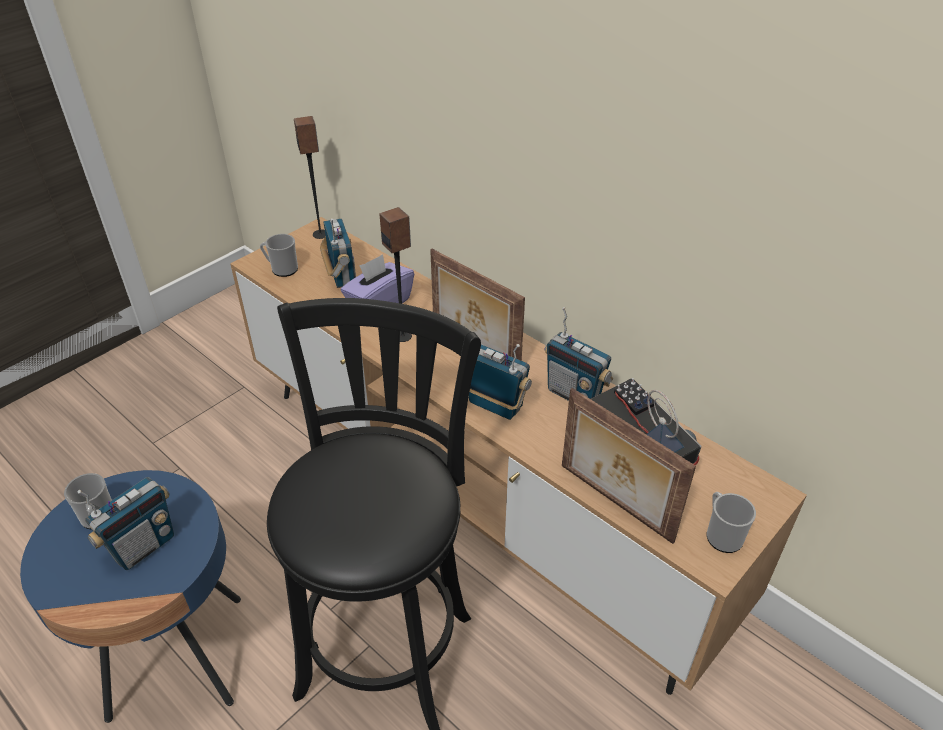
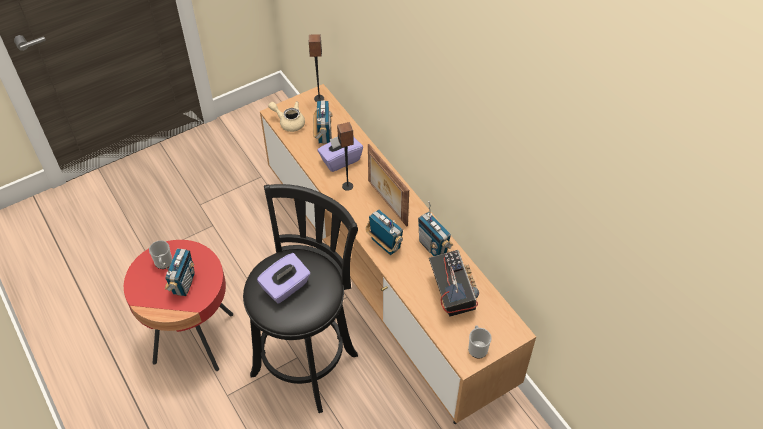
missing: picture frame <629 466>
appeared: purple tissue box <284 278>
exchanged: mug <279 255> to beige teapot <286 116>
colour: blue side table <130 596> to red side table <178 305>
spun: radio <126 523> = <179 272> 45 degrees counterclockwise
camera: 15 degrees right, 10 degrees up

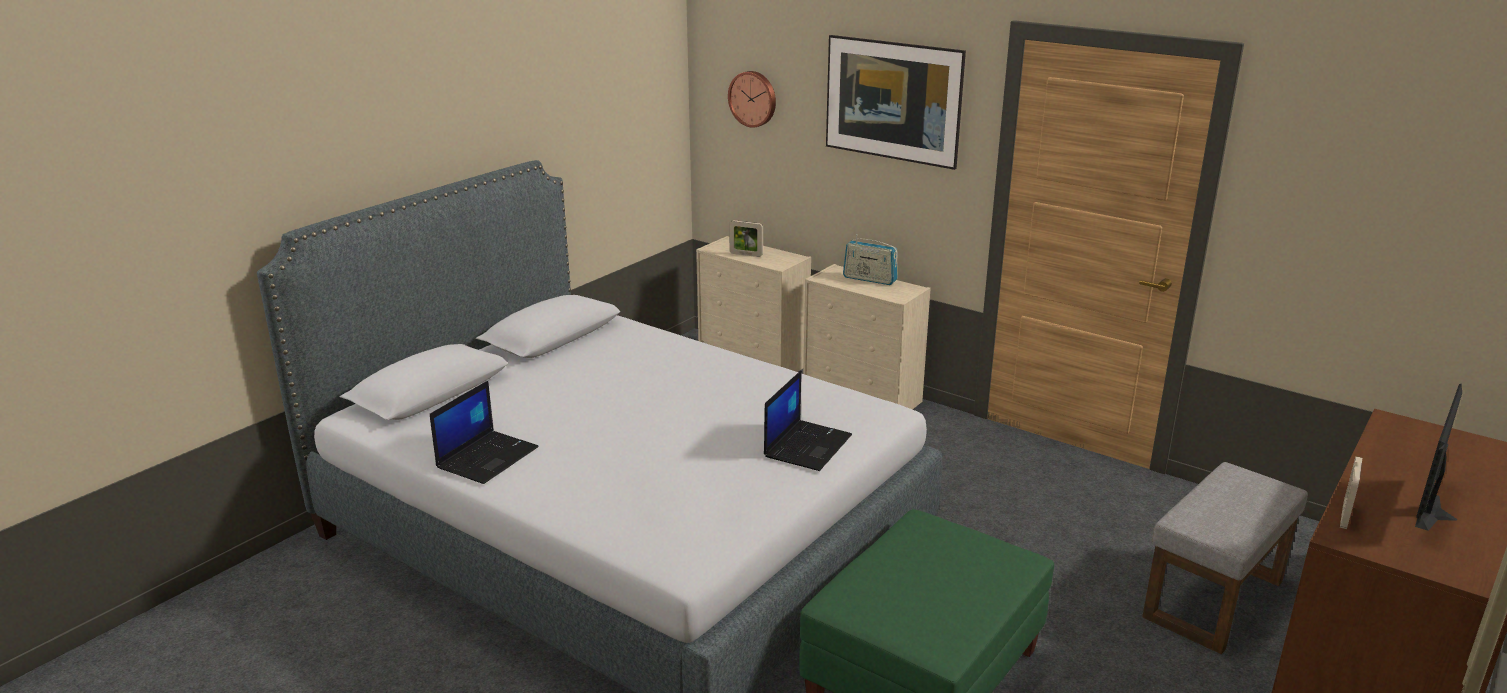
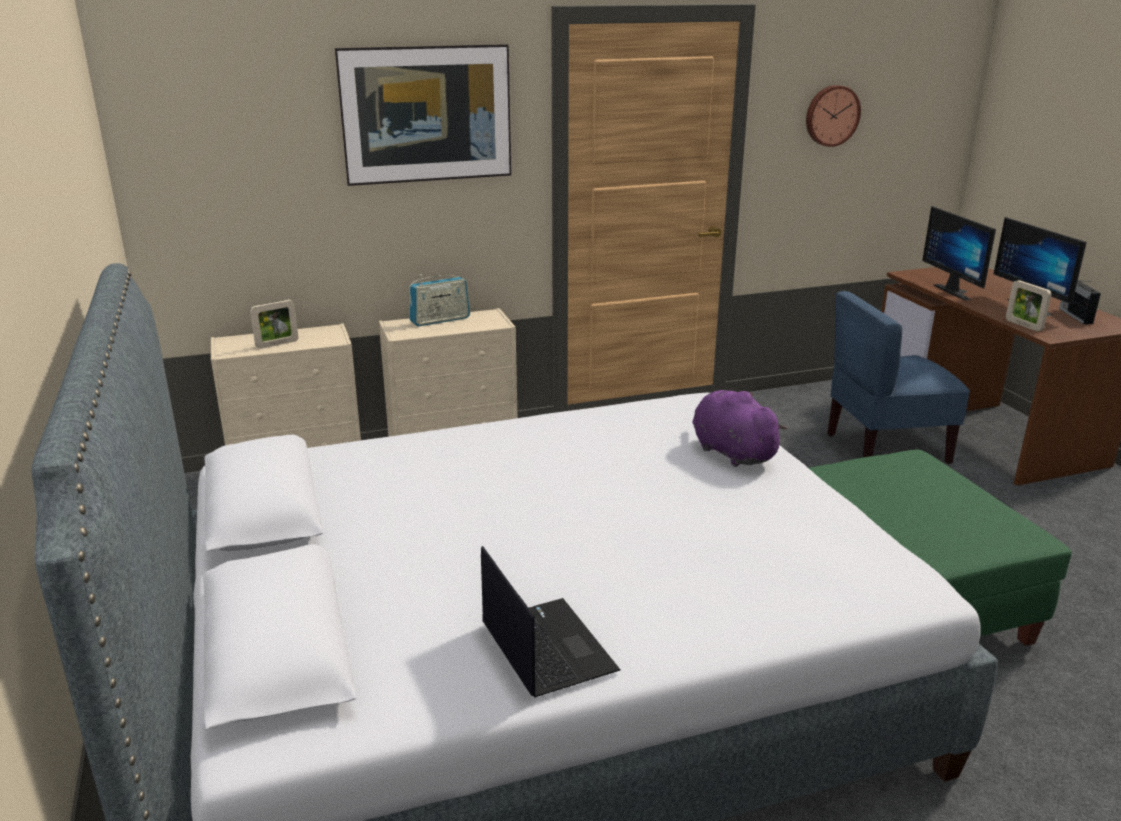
appeared: monitor <959 253>; radio <1080 302>
relocated: wall clock <752 99> to <833 116>
exchanged: laptop <808 420> to purple plush toy <740 428>; grey ottoman <1225 558> to blue chair <898 377>
camera: 55 degrees left, 0 degrees up

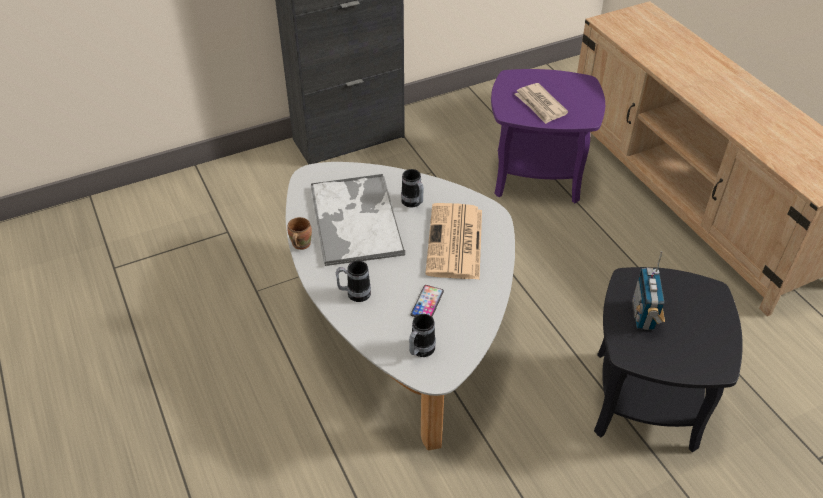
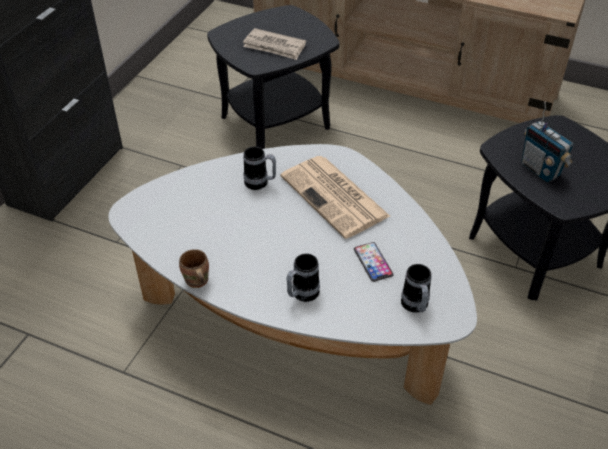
missing: tray <358 220>
colour: purple side table <548 136> to black side table <273 77>
camera: 40 degrees left, 0 degrees up

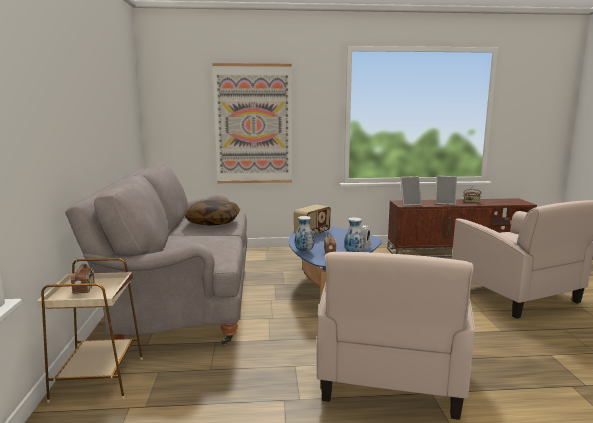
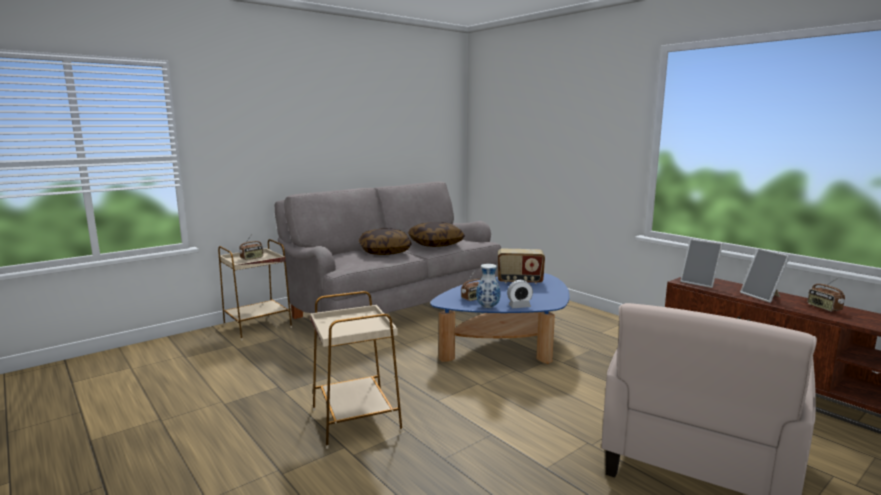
missing: picture <252 123>; vase <305 234>
appeared: pillow <385 242>
exchanged: beige armchair <396 336> to beige side table <356 370>
camera: 55 degrees right, 0 degrees up

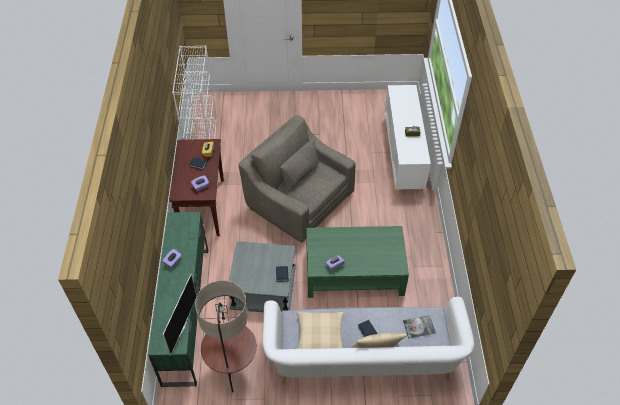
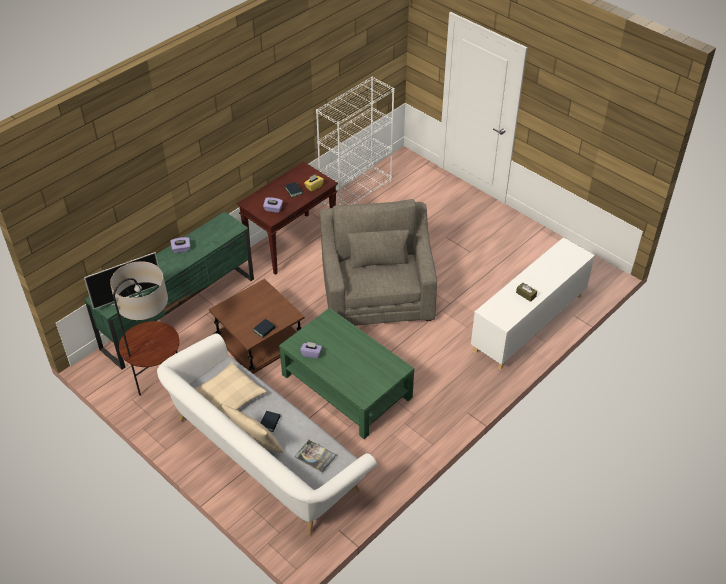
colour: grey side table <262 276> to brown side table <257 326>
camera: 45 degrees right, 5 degrees down

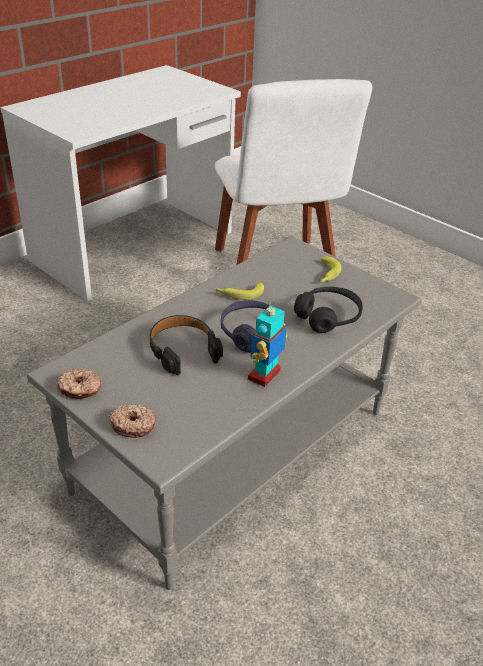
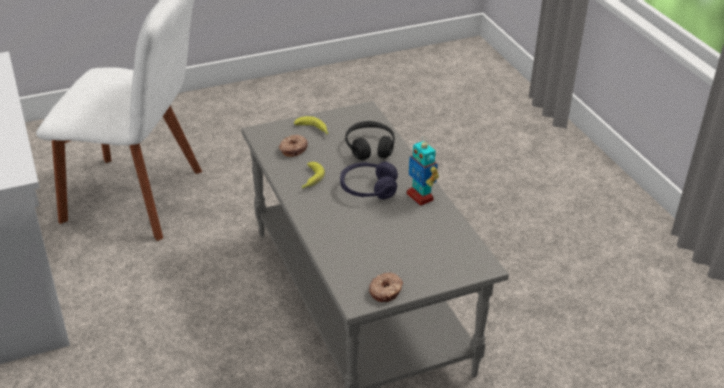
missing: black headphones <186 345>
relocated: donut <132 421> to <293 145>
camera: 65 degrees left, 0 degrees up

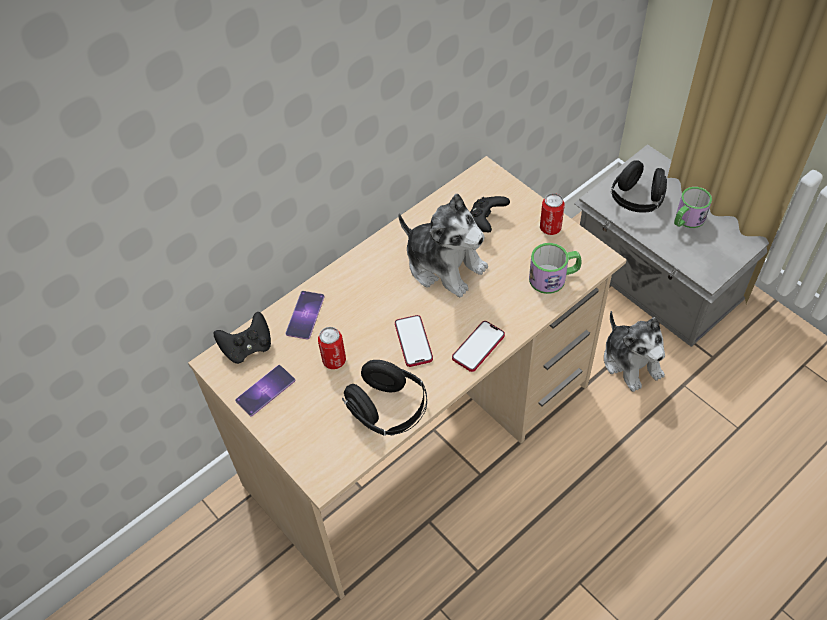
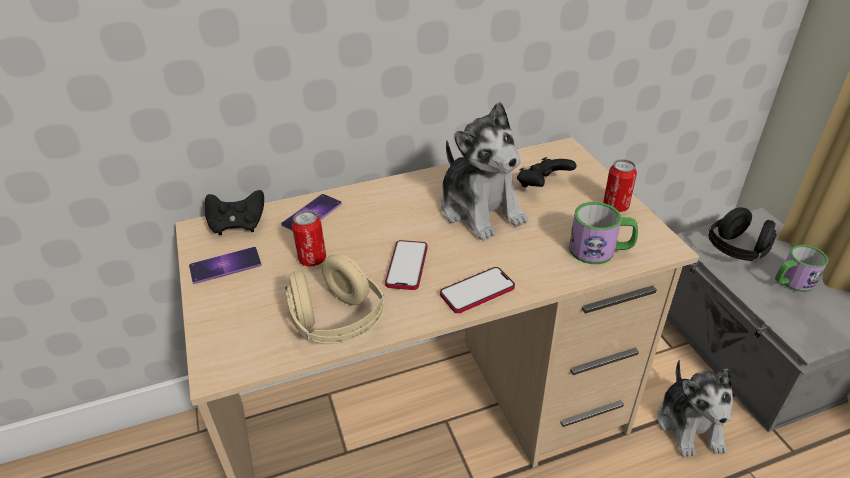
colour: black headphones <384 398> to beige headphones <335 299>
camera: 20 degrees right, 15 degrees down

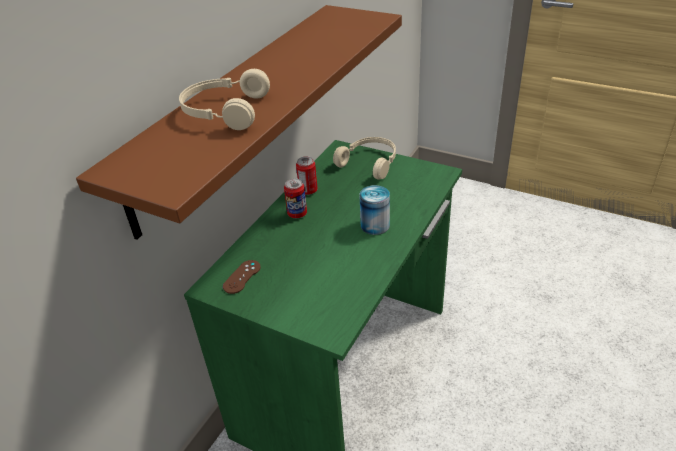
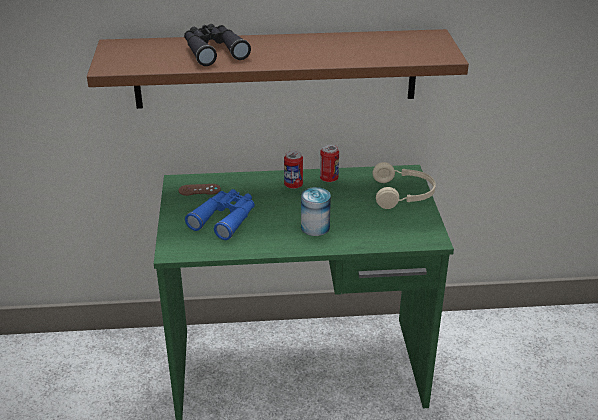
appeared: blue binoculars <220 214>
exchanged: beige headphones <224 99> to black binoculars <217 45>
camera: 55 degrees right, 5 degrees down

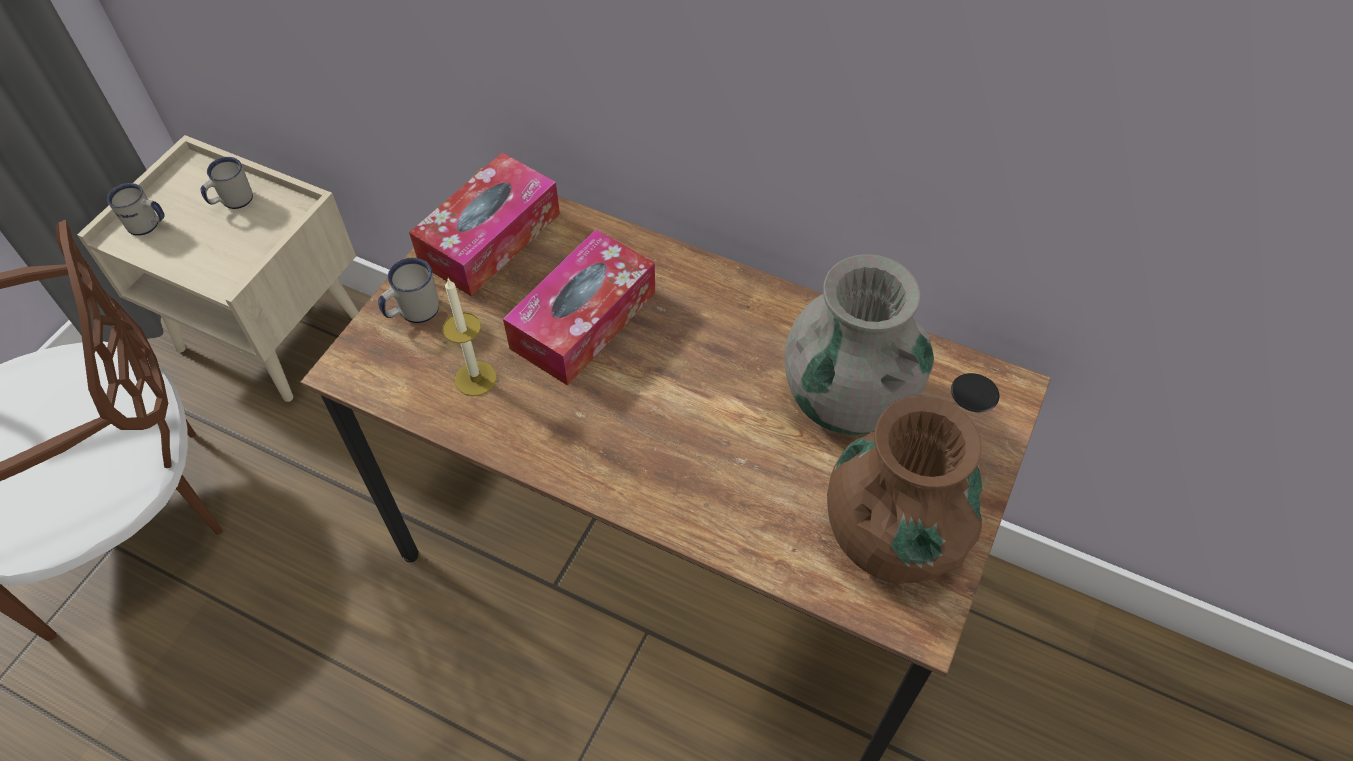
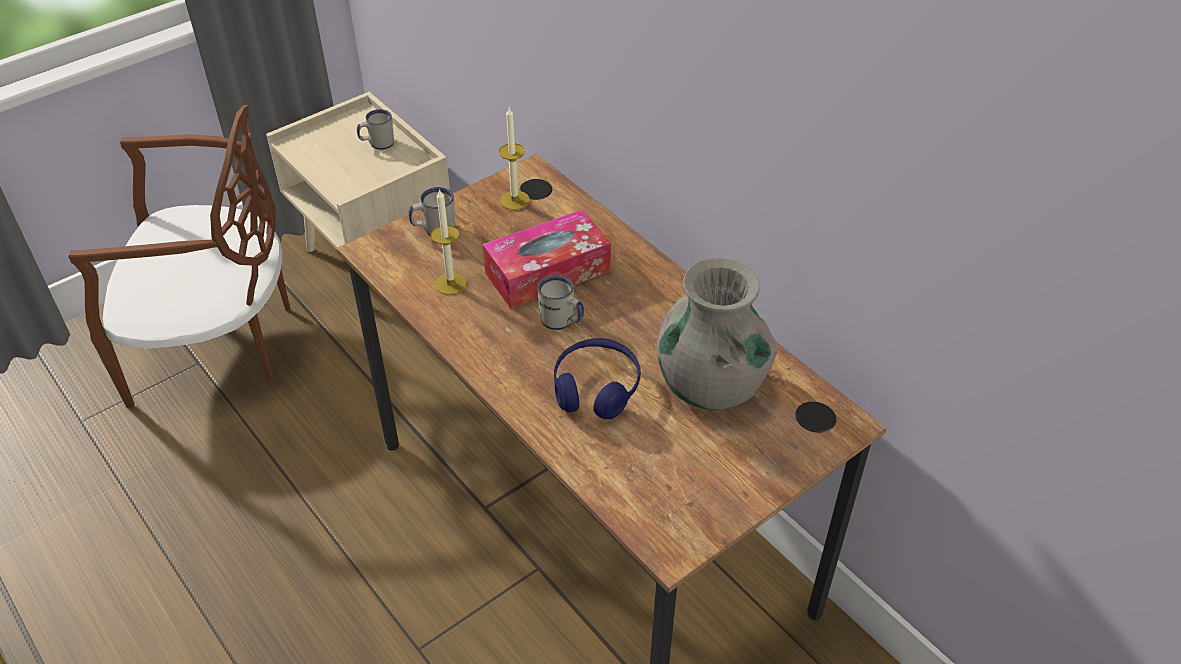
missing: brown vase <904 490>
appeared: blue headphones <597 378>
relocated: white mug <136 209> to <560 302>
exchanged: tissue box <484 224> to candle <514 159>
camera: 25 degrees right, 10 degrees down

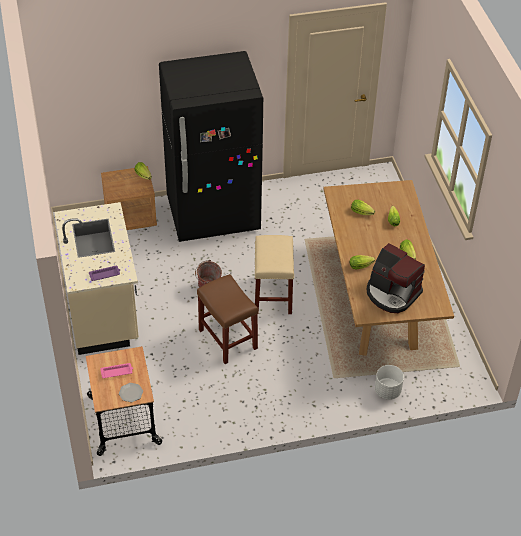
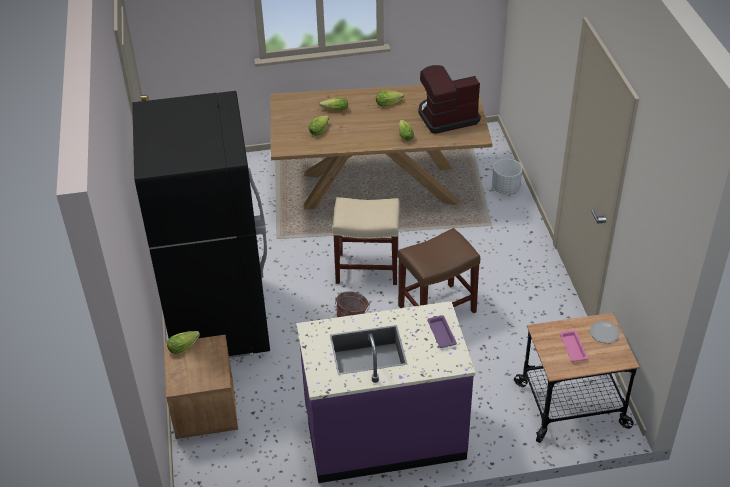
colour: beige counter <96 278> to purple counter <386 392>
spun: coffee machine <396 278> = <450 99> 150 degrees counterclockwise
camera: 85 degrees left, 5 degrees down

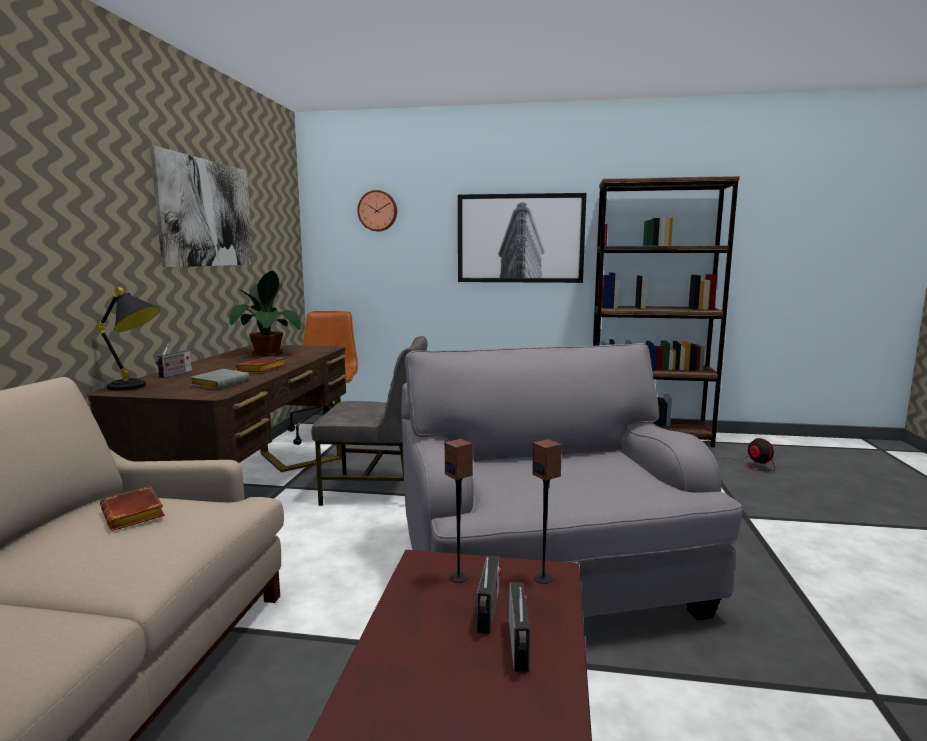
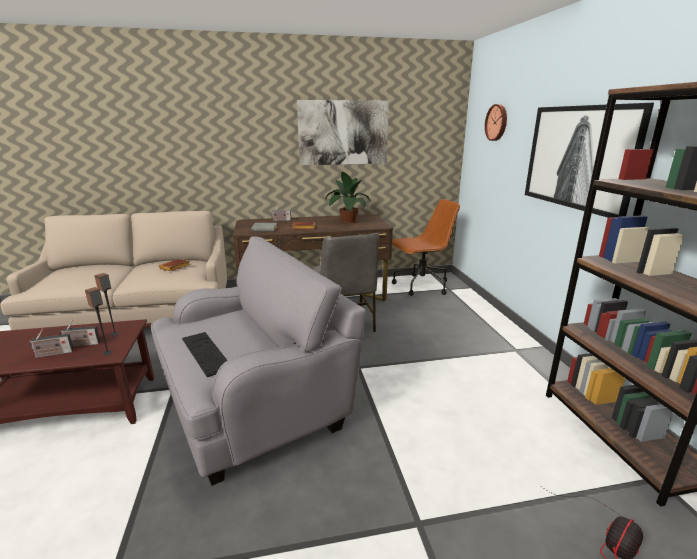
missing: black table lamp <127 339>
appeared: keyboard <205 354>
camera: 70 degrees right, 10 degrees up

